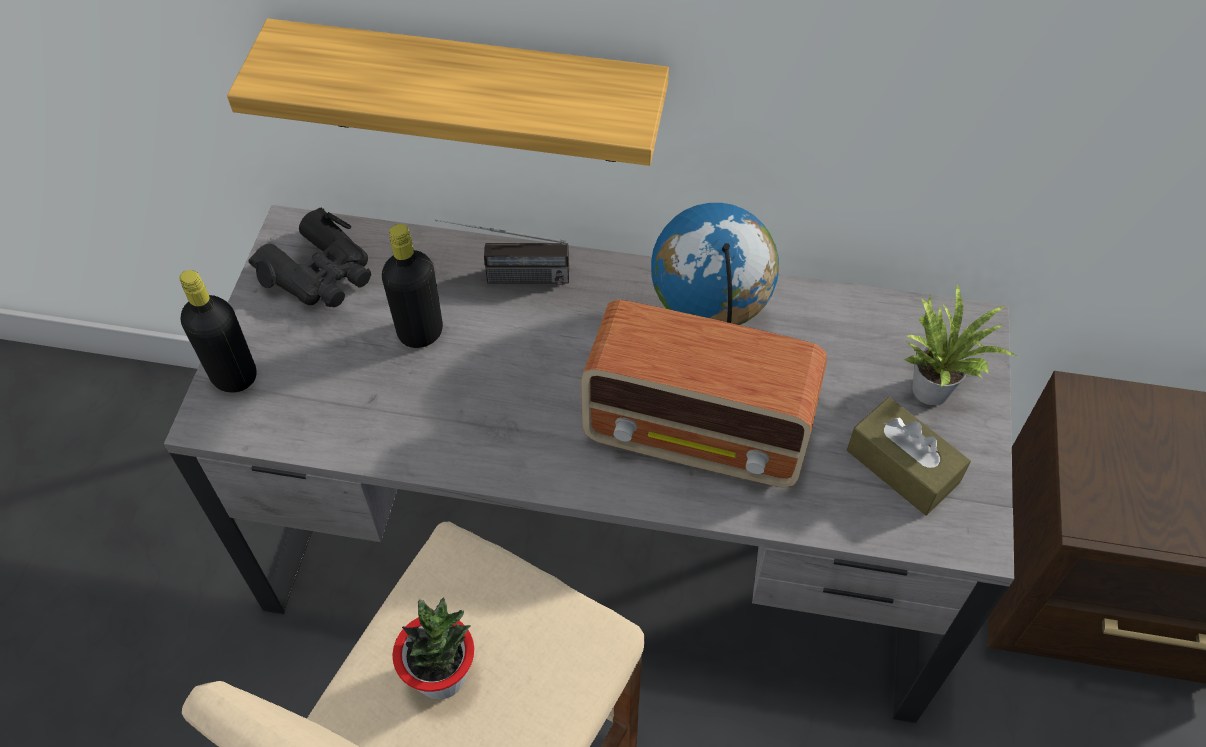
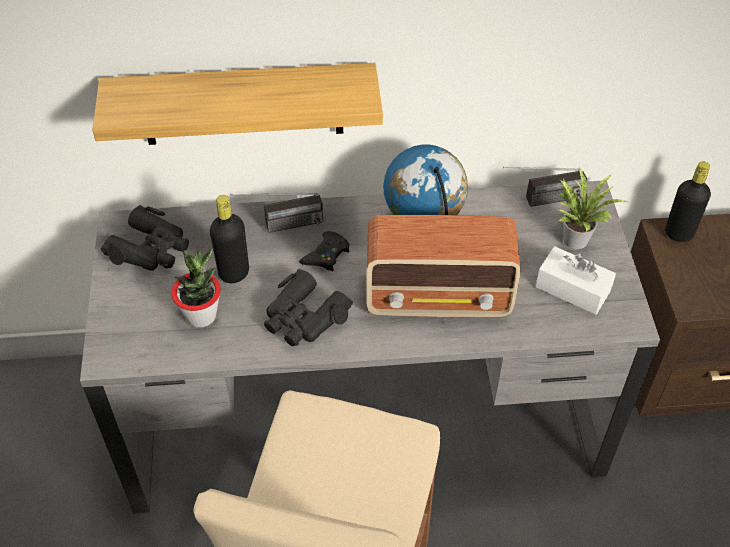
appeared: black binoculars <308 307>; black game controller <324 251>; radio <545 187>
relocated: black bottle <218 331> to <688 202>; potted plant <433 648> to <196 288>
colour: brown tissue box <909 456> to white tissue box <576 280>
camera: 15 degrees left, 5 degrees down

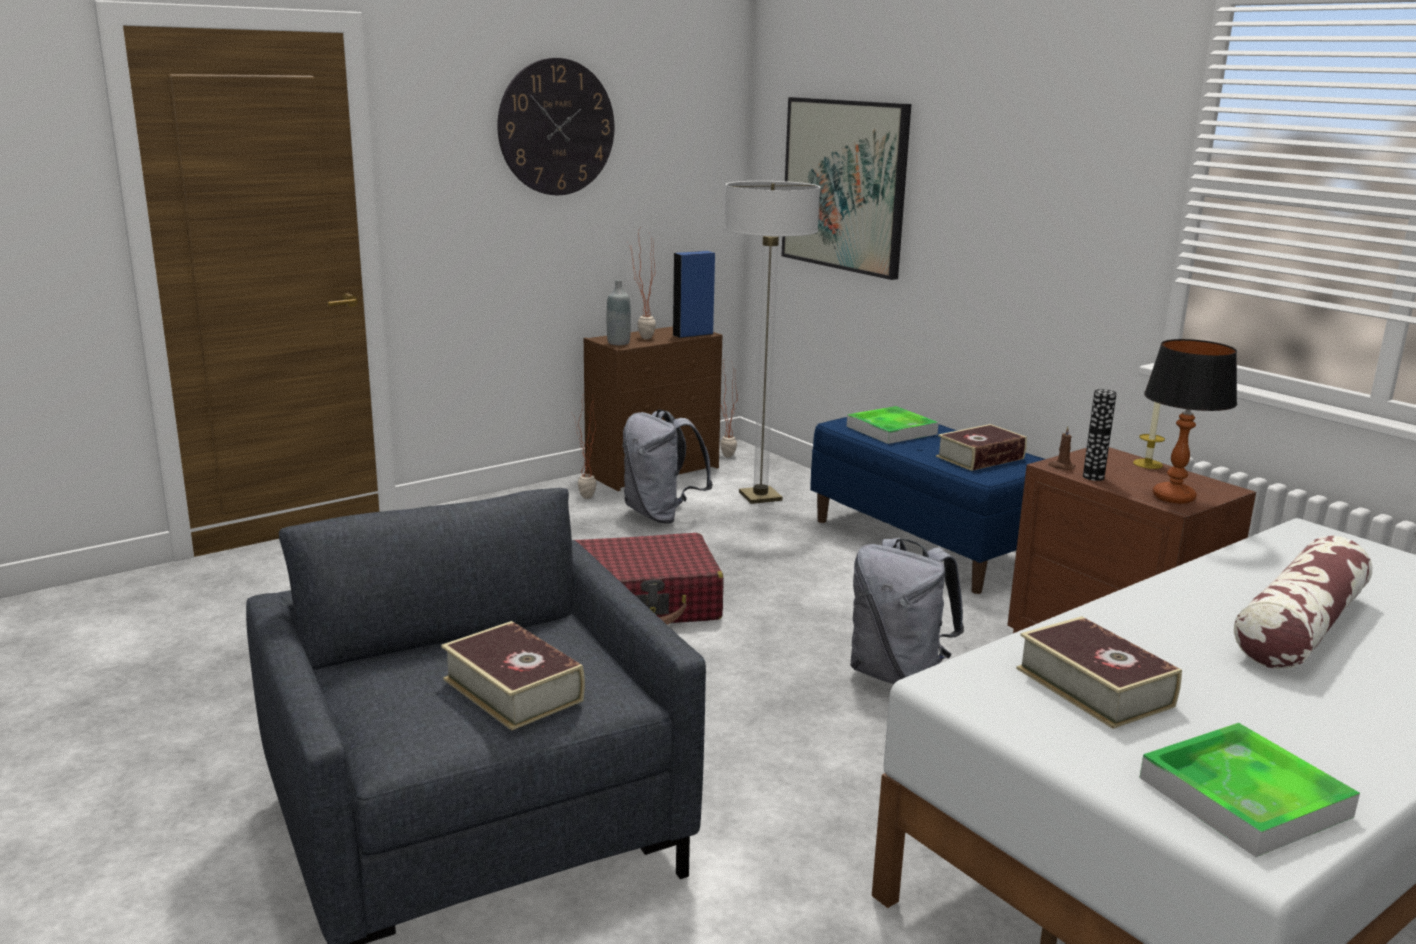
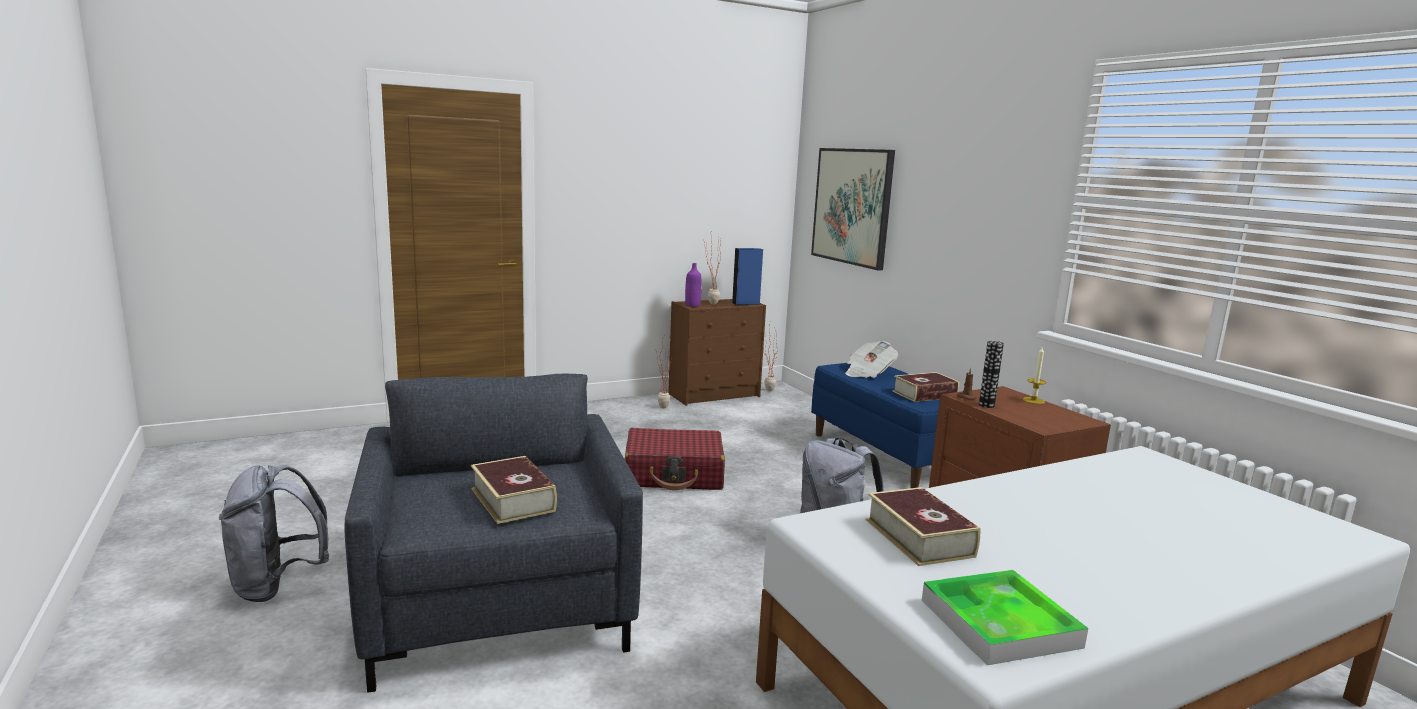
missing: wall clock <555 126>; floor lamp <772 342>; table lamp <1190 421>; pillow <1303 602>
relocated: grey backpack <667 466> to <274 533>
exchanged: tray <893 425> to newspaper <871 359>
colour: grey bottle <619 312> to purple bottle <693 285>
camera: 10 degrees right, 5 degrees down

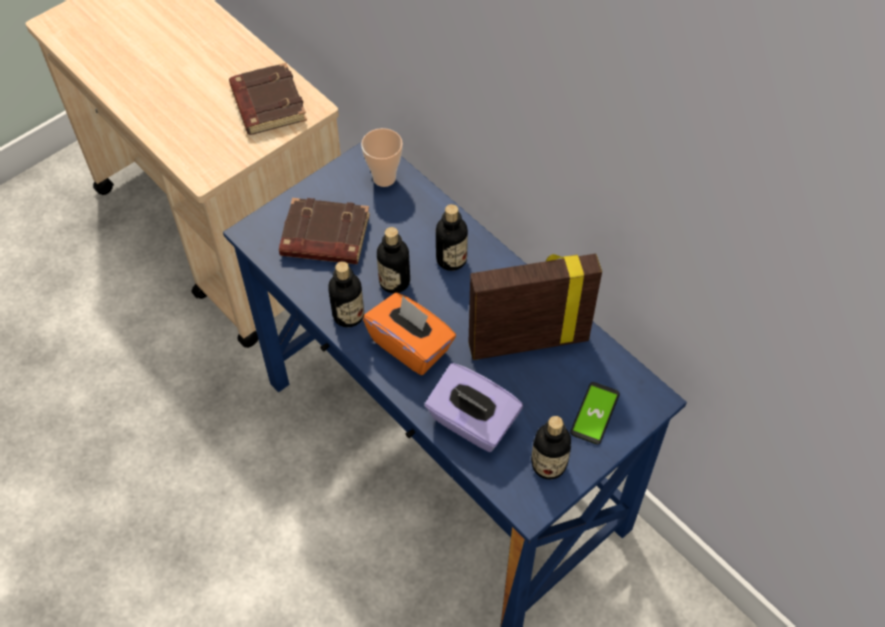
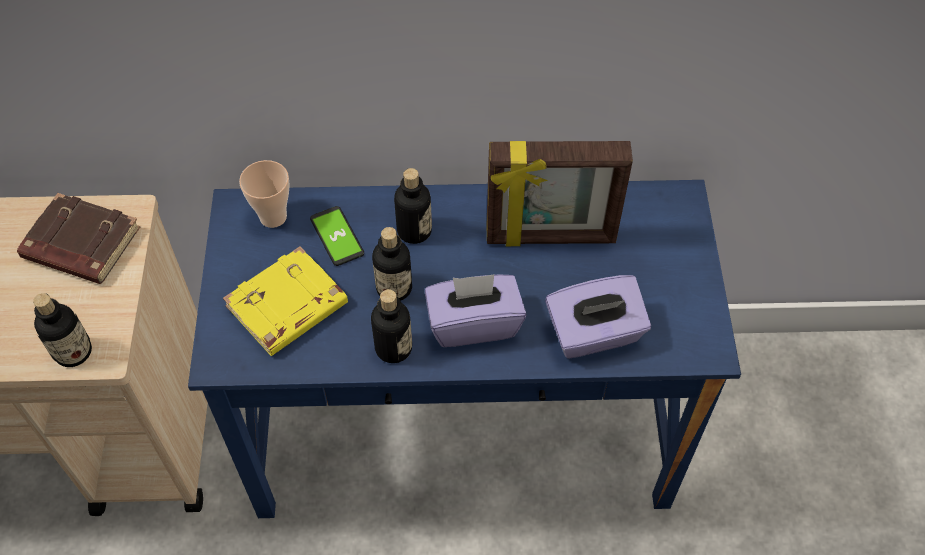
relocated: bottle <551 447> to <62 330>; phone <595 413> to <337 236>
colour: brown book <324 231> to yellow book <285 301>; orange tissue box <409 334> to purple tissue box <475 310>
spun: picture frame <535 307> = <559 193> 120 degrees counterclockwise
camera: 50 degrees left, 0 degrees up

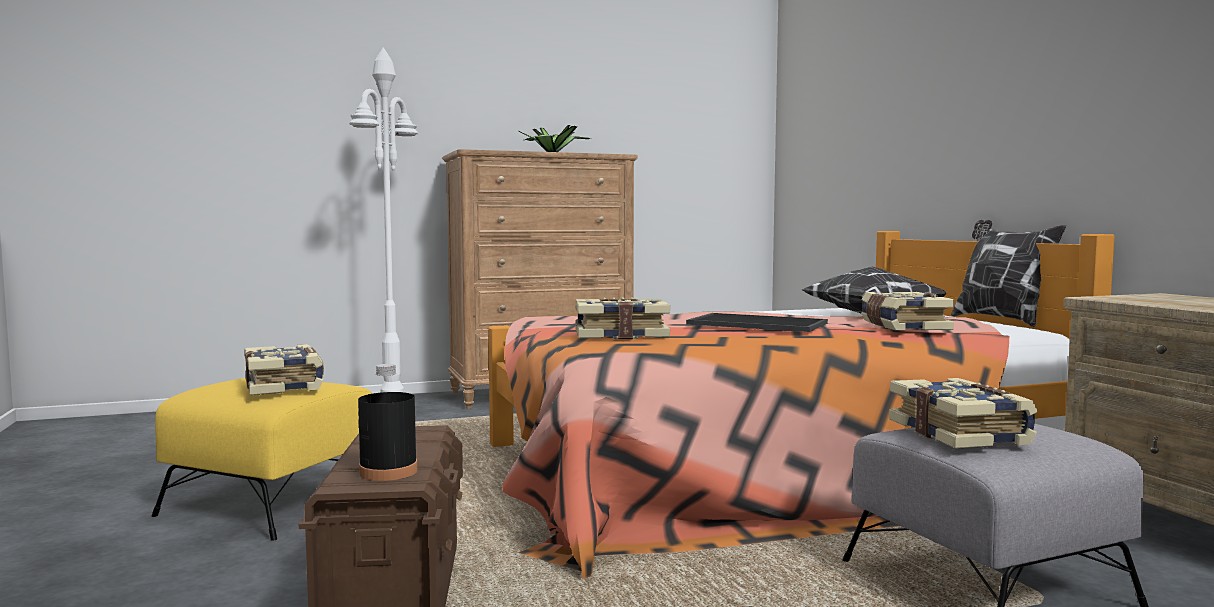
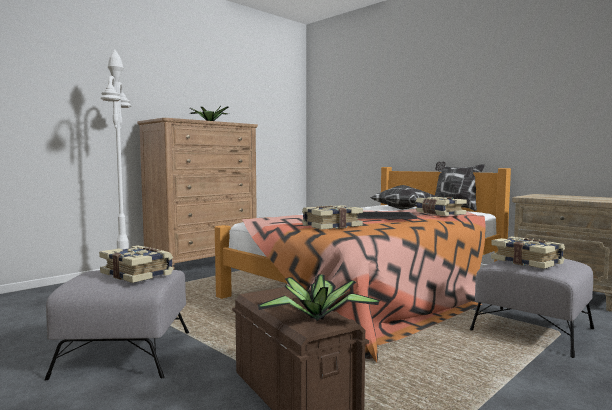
exchanged: black bottle <387 422> to potted plant <319 298>
colour: yellow ottoman <261 459> to grey ottoman <117 325>
camera: 25 degrees left, 0 degrees up

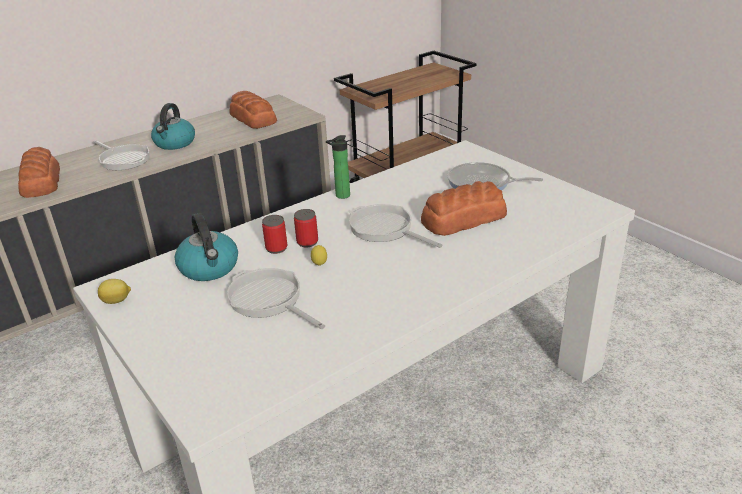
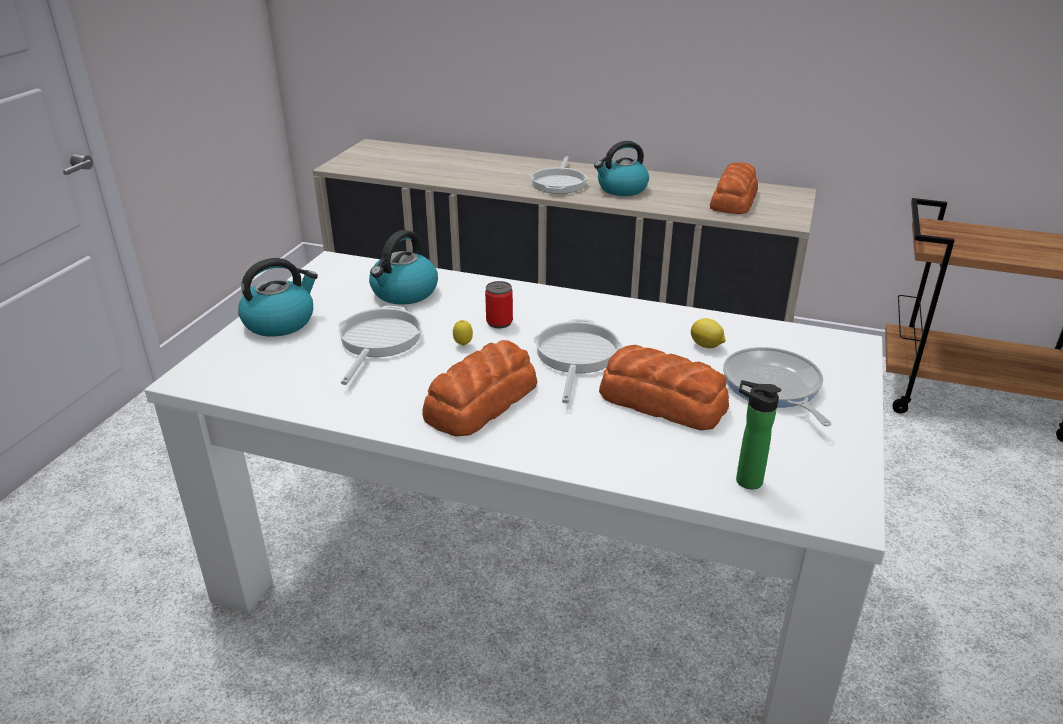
missing: can <274 234>
appeared: kettle <278 297>
relocated: bread <39 172> to <480 388>; lemon <114 291> to <708 333>; bottle <338 167> to <758 434>
camera: 55 degrees right, 0 degrees up

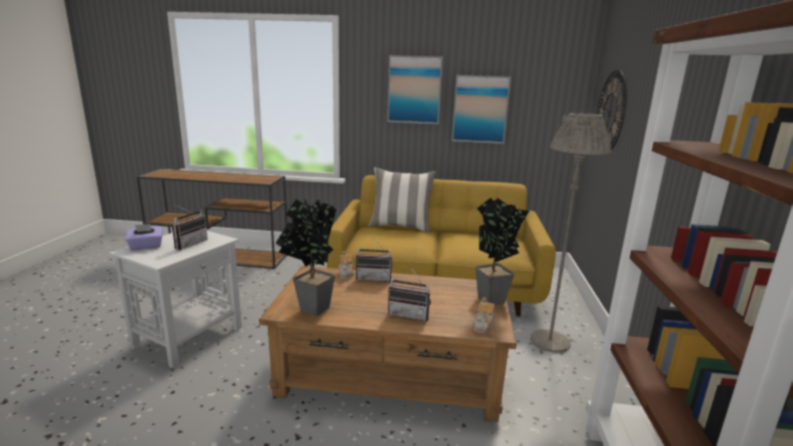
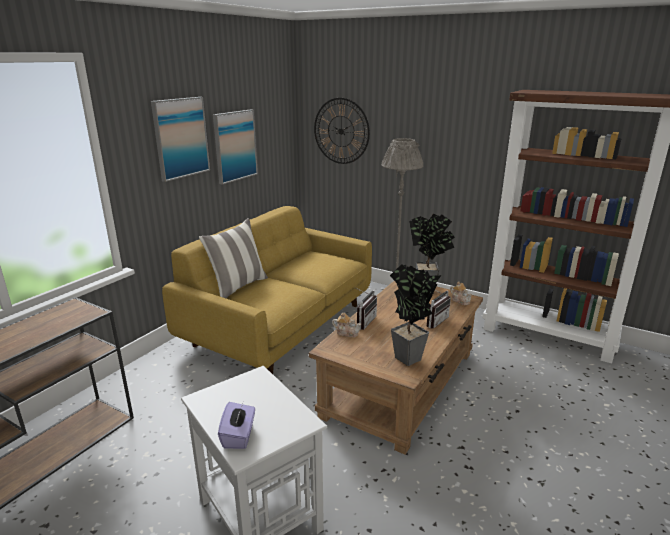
missing: radio <190 227>
camera: 65 degrees left, 5 degrees up

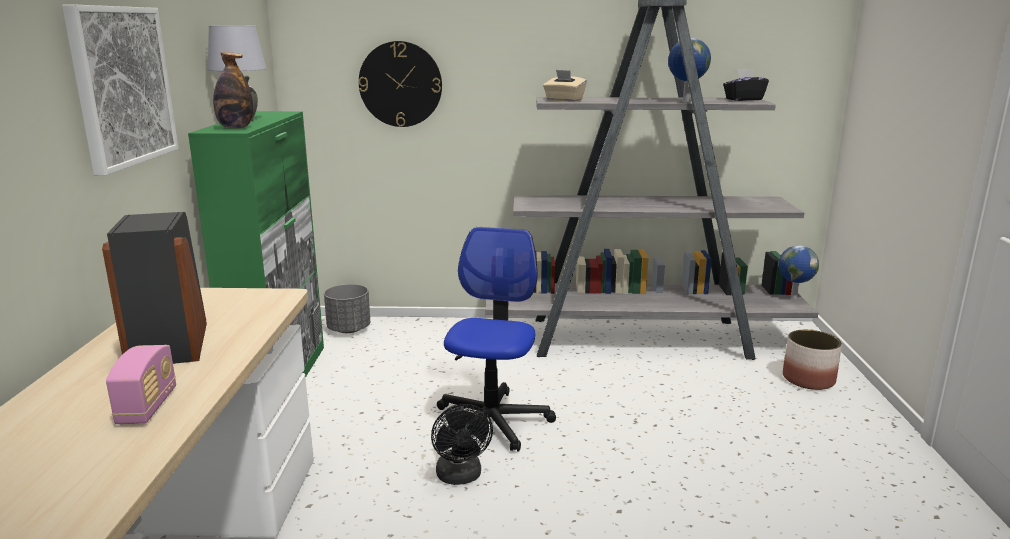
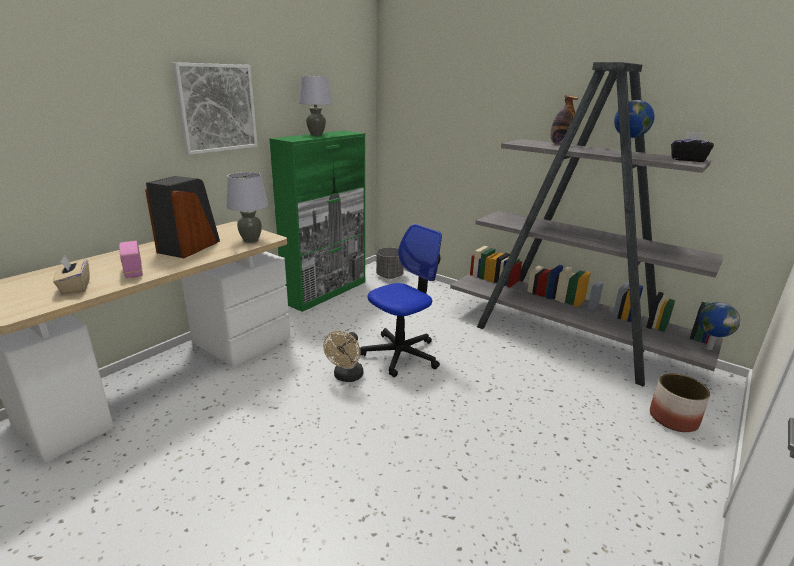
missing: wall clock <400 84>
appeared: grey table lamp <247 207>
relocated: bottle <233 90> to <564 120>; beige tissue box <565 86> to <71 275>
colour: black fan <462 444> to beige fan <343 356>
spun: radio <141 384> = <131 259> 120 degrees clockwise
camera: 35 degrees right, 5 degrees up

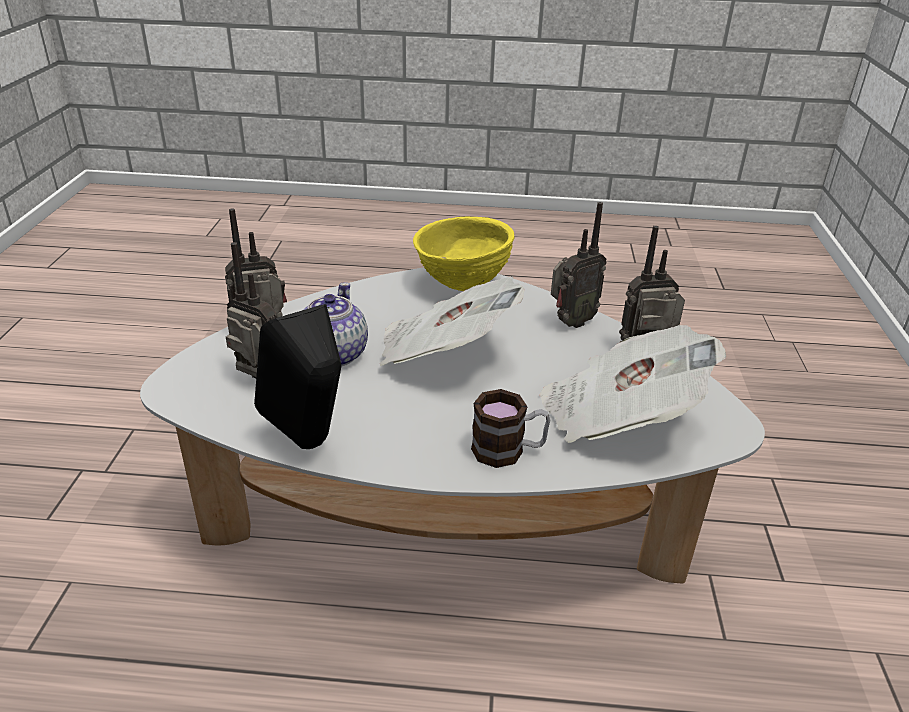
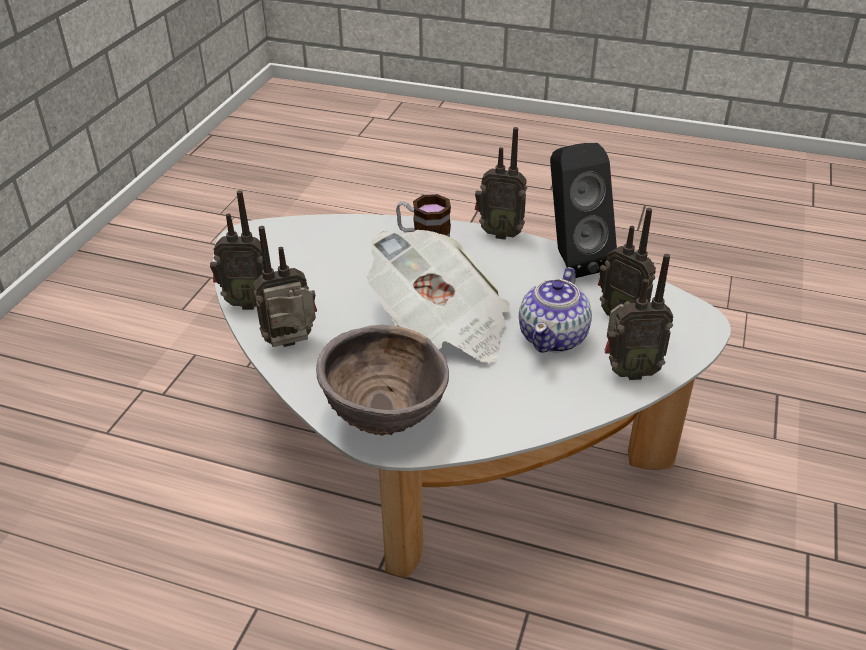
missing: newspaper <632 384>
appeared: radio <501 183>
colour: yellow bowl <464 253> to brown bowl <382 380>
camera: 165 degrees left, 5 degrees up

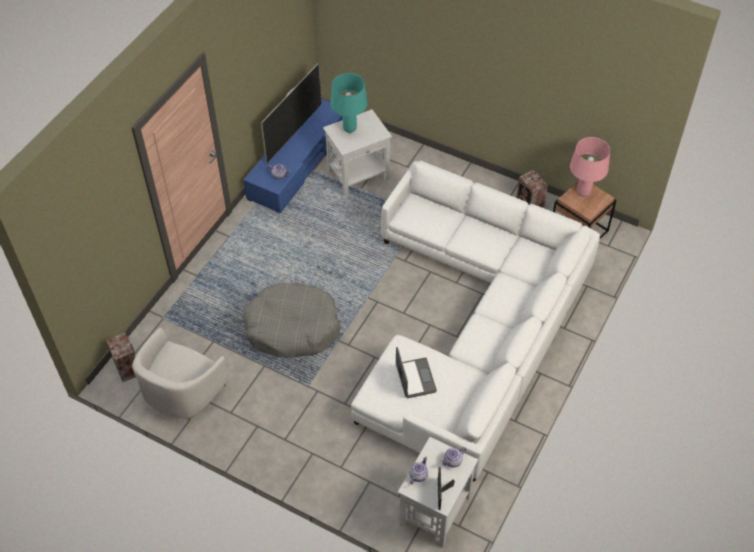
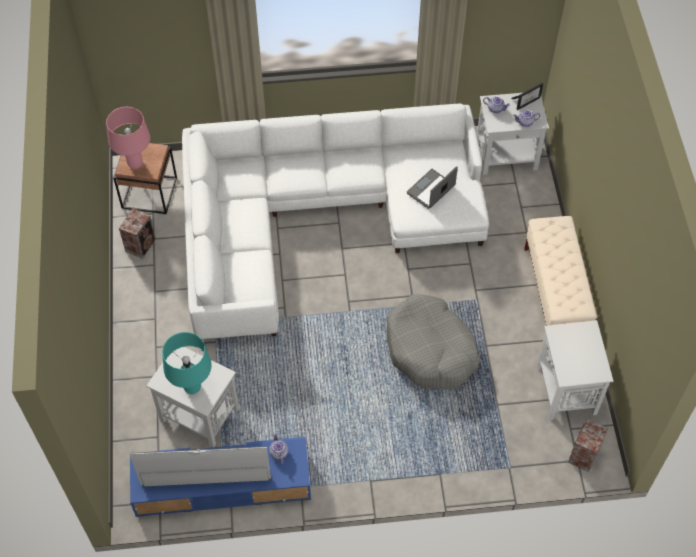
appeared: beige bench <560 271>
exchanged: white armchair <180 374> to white side table <575 370>
camera: 125 degrees left, 5 degrees up

